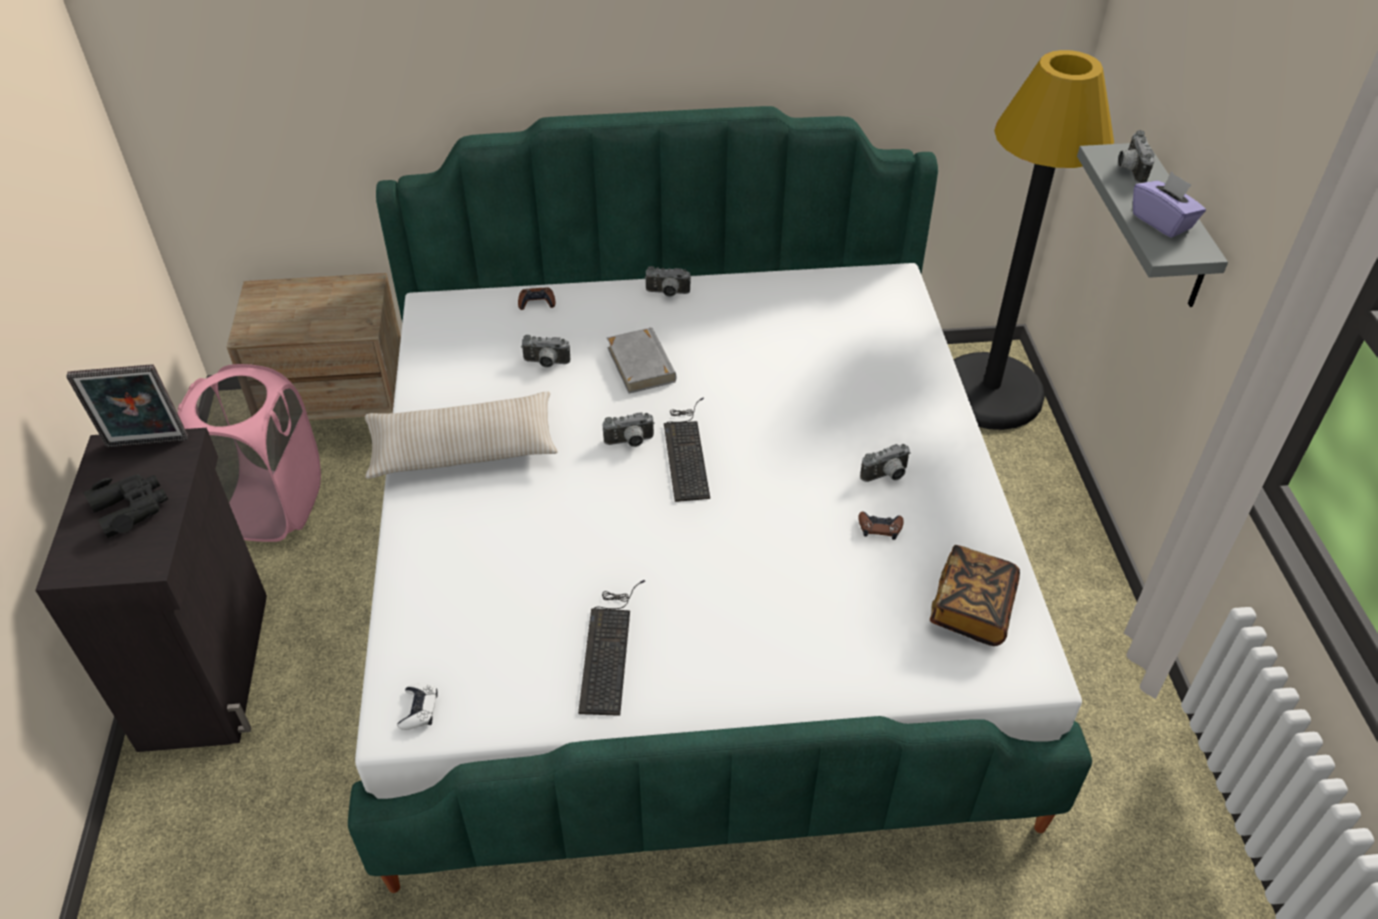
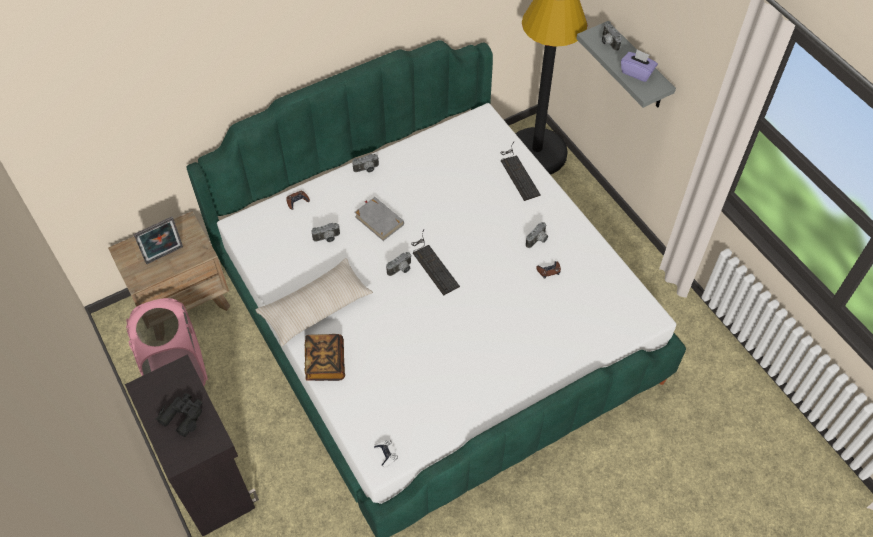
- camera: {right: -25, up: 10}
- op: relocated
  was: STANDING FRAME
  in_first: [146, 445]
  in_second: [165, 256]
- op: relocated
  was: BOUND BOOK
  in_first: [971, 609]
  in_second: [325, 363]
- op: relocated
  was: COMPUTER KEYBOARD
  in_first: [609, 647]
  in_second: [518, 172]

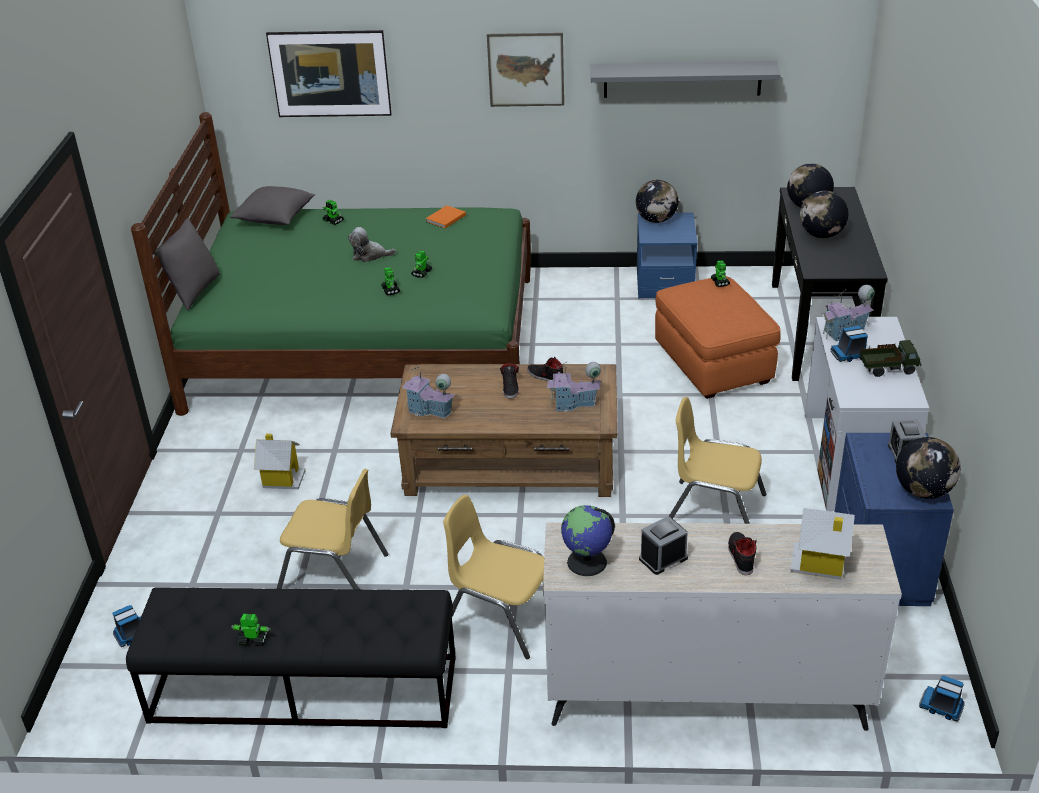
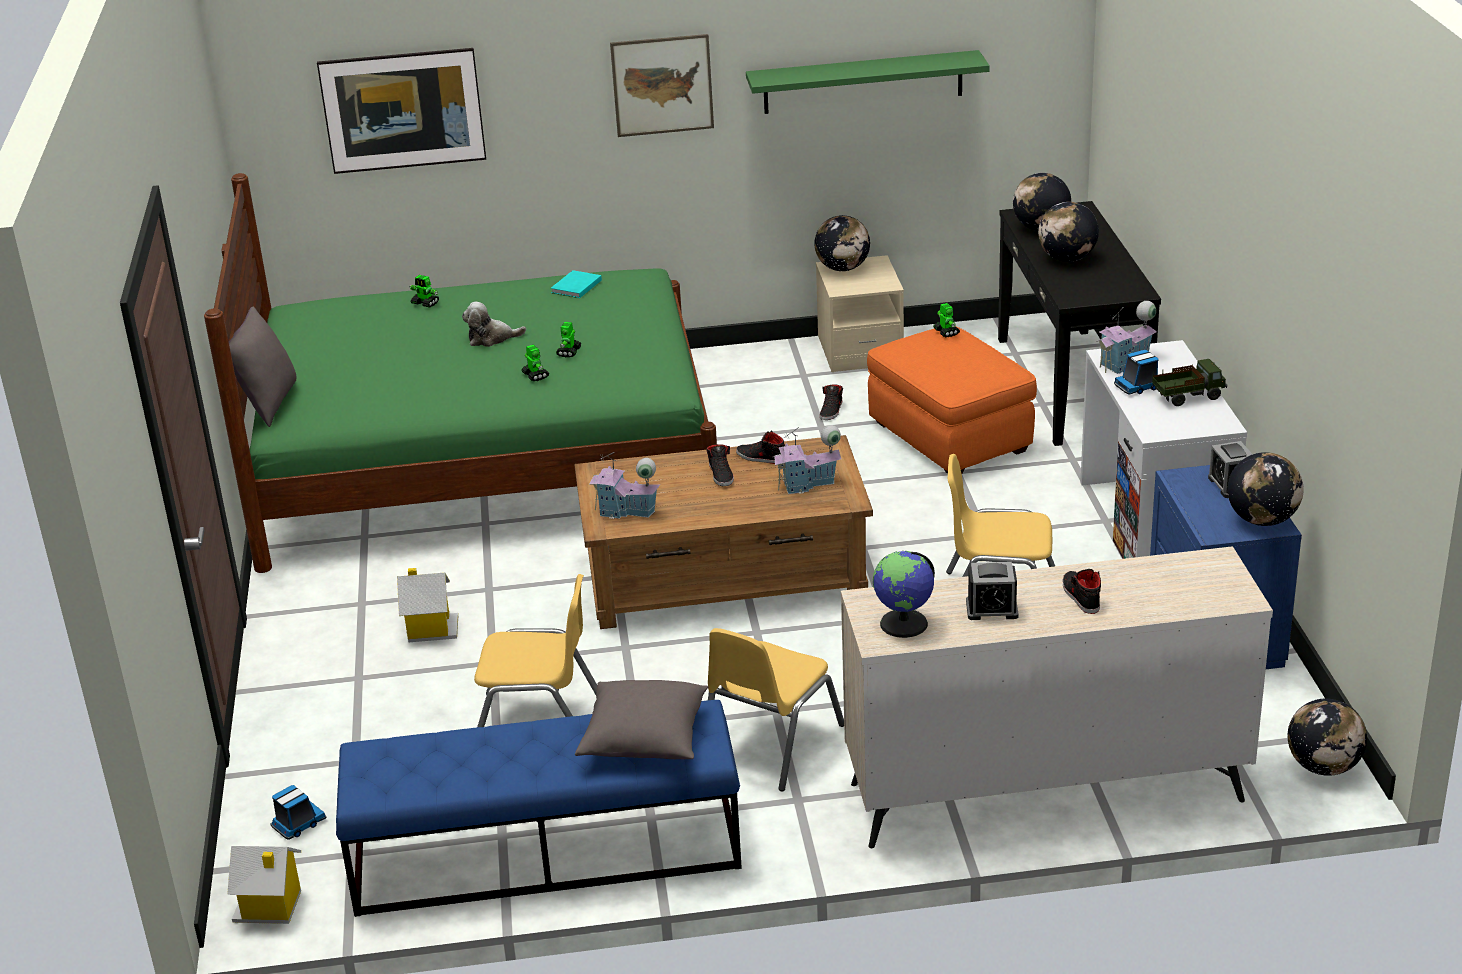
- camera: {right: -10, up: -5}
- op: colour
  was: GREY BRACKET SHELF
  now: GREENISH BRACKET SHELF
  in_first: [682, 79]
  in_second: [863, 82]
- op: relocated
  was: GREY PILLOW
  in_first: [275, 218]
  in_second: [645, 740]
- op: colour
  was: ORANGE-COLOURED BOUND BOOK
  now: TURQUOISE-COLOURED BOUND BOOK
  in_first: [445, 219]
  in_second: [575, 287]
- op: colour
  was: BLUISH NIGHT TABLE
  now: BEIGE NIGHT TABLE
  in_first: [664, 283]
  in_second: [860, 351]
- op: spun
  was: YELLOWISH CHAIR
  in_first: [501, 617]
  in_second: [770, 744]
  clockwise: -75
- op: relocated
  was: MODEL HOUSE
  in_first: [820, 562]
  in_second: [270, 907]
- op: spun
  was: ALARM CLOCK
  in_first: [663, 558]
  in_second: [992, 609]
  clockwise: -135
- op: colour
  was: BLACK-COLOURED BENCH
  now: BLUISH BENCH
  in_first: [303, 689]
  in_second: [545, 853]
- op: missing
  was: TOY ROBOT
  in_first: [253, 639]
- op: exchanged
  was: MODEL TRUCK
  now: GLOBE
  in_first: [942, 707]
  in_second: [1323, 767]
- op: appeared
  now: BLACK-COLOURED ITEM OF FOOTWEAR
  in_second: [831, 411]

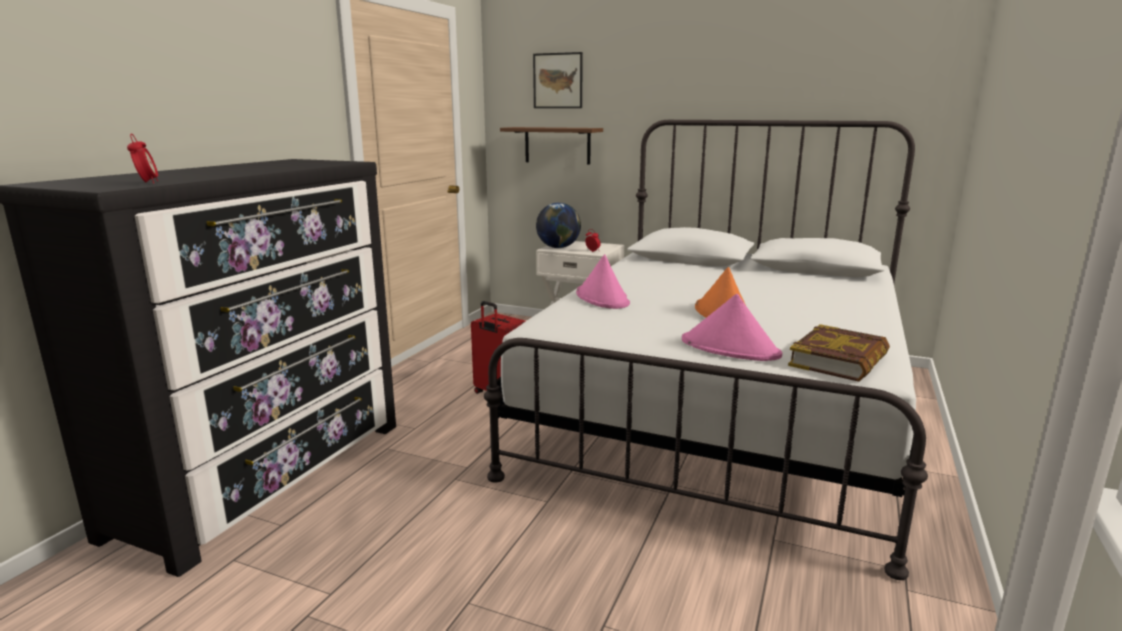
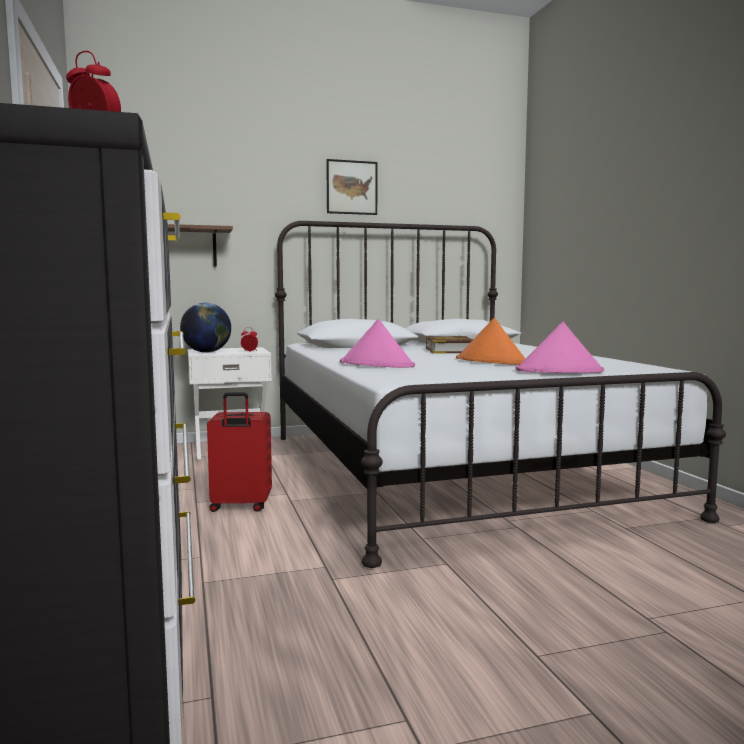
- camera: {right: -40, up: -10}
- op: relocated
  was: PICTURE
  in_first: [558, 80]
  in_second: [351, 187]
- op: relocated
  was: BOUND BOOK
  in_first: [839, 361]
  in_second: [451, 350]

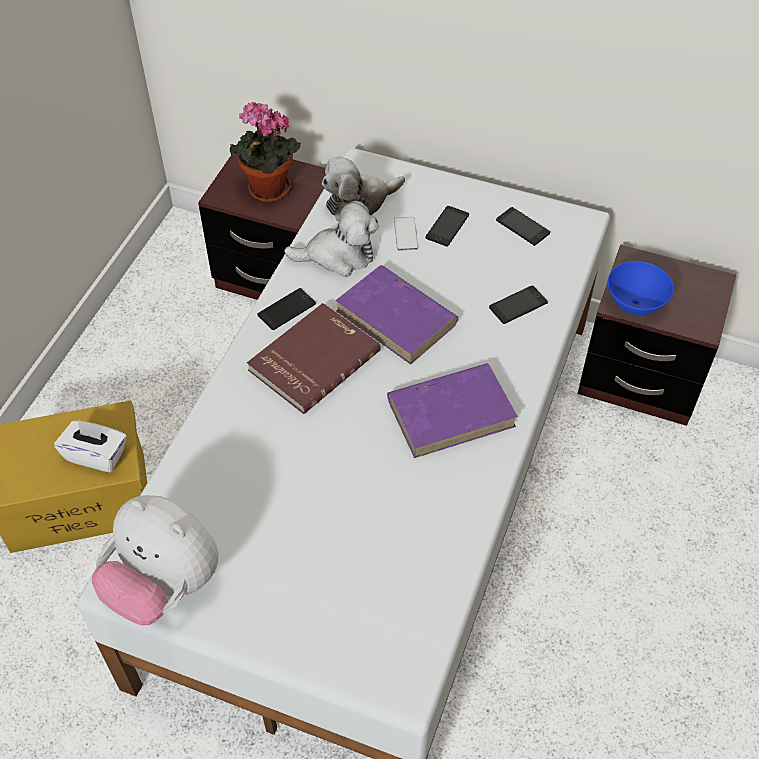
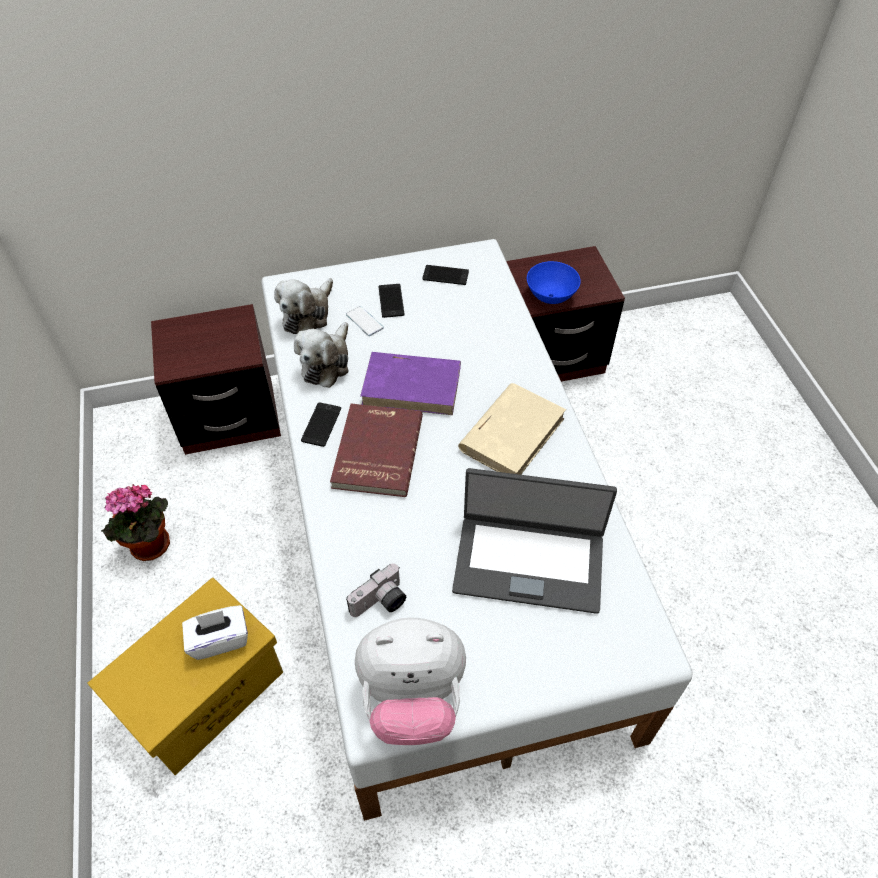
- camera: {right: -35, up: 0}
- op: relocated
  was: PLANT IN A POT
  in_first: [267, 192]
  in_second: [149, 548]
- op: spun
  was: PLUSH TOY
  in_first: [338, 256]
  in_second: [327, 363]
  clockwise: 150
- op: missing
  was: PHONE
  in_first: [518, 305]
- op: colour
  was: PURPLE BOUND BOOK
  now: BEIGE BOUND BOOK
  in_first: [452, 412]
  in_second: [512, 433]
- op: appeared
  now: PORTABLE COMPUTER
  in_second: [529, 561]
- op: appeared
  now: STILL CAMERA
  in_second: [381, 603]

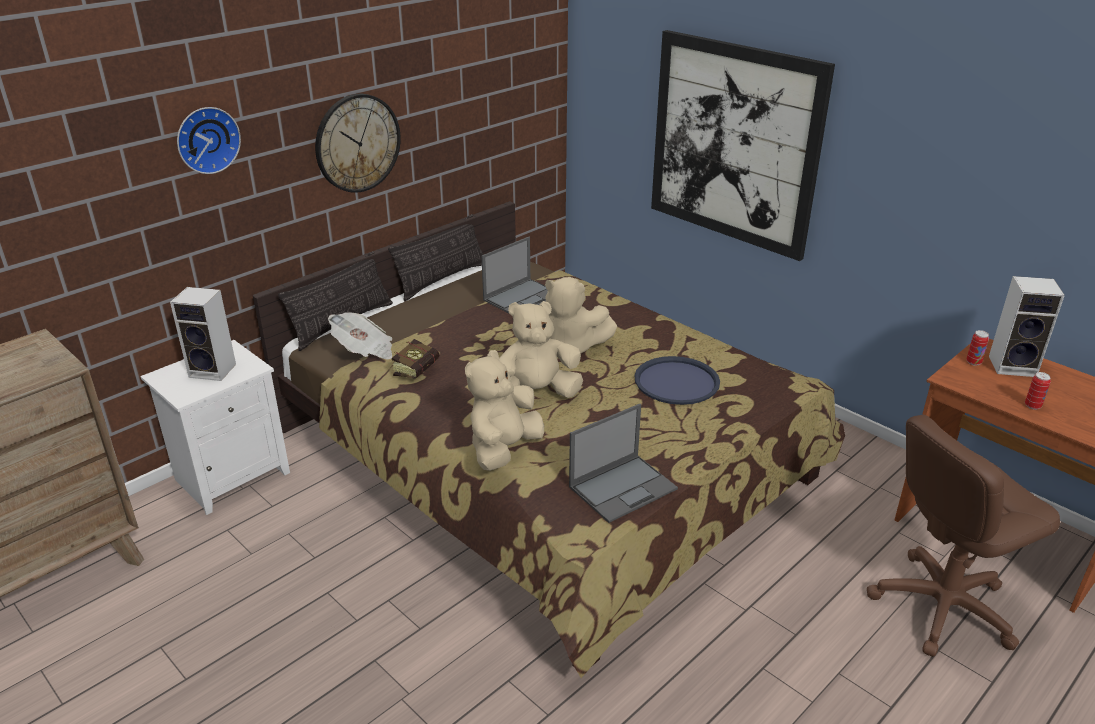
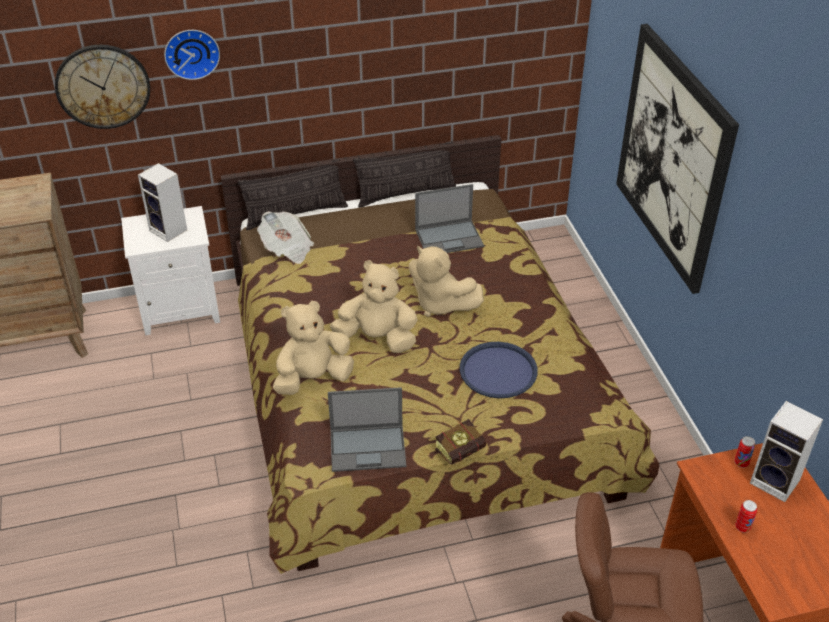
- camera: {right: 30, up: 10}
- op: relocated
  was: WALL CLOCK
  in_first: [357, 143]
  in_second: [103, 86]
- op: relocated
  was: BOUND BOOK
  in_first: [419, 370]
  in_second: [464, 450]

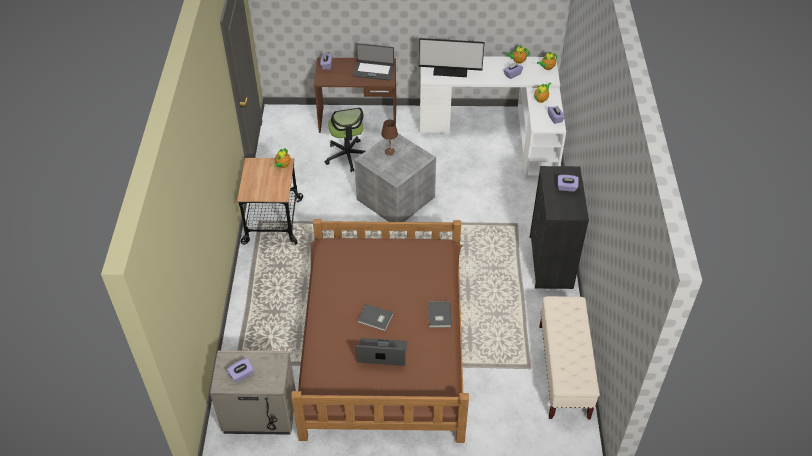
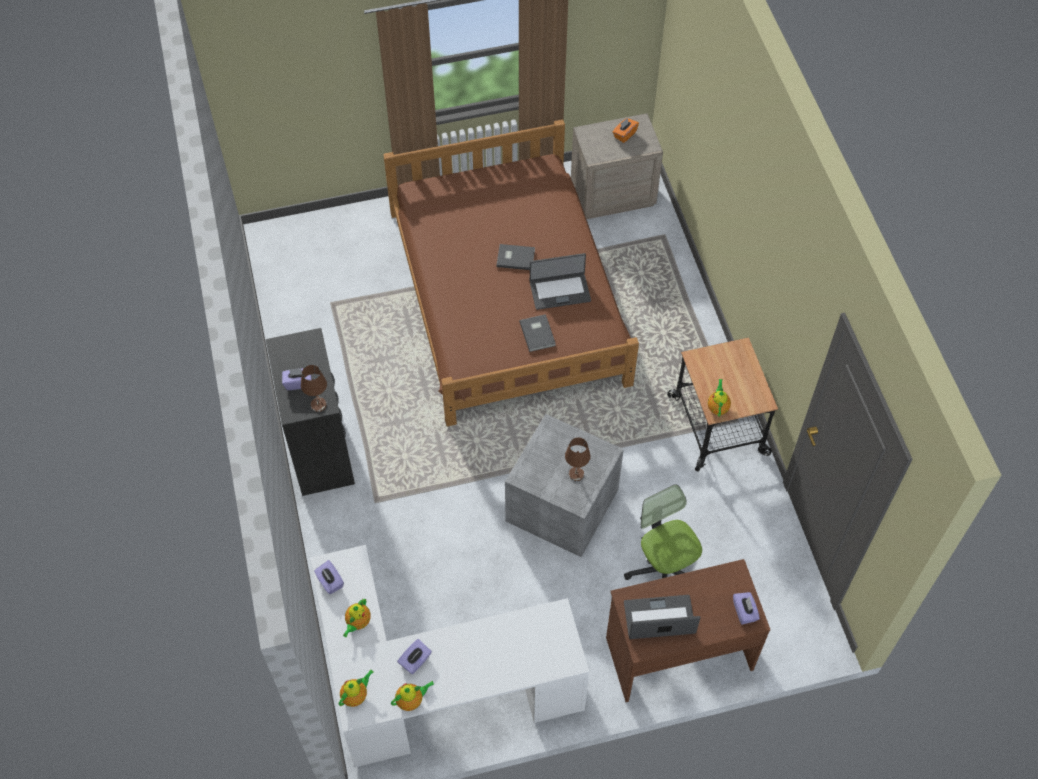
- camera: {right: 165, up: 10}
- op: missing
  was: MONITOR
  in_first: [450, 70]
- op: missing
  was: BEIGE BENCH
  in_first: [563, 371]
- op: relocated
  was: GREY BOUND BOOK
  in_first: [438, 315]
  in_second: [538, 333]
- op: relocated
  was: PORTABLE COMPUTER
  in_first: [382, 353]
  in_second: [560, 291]
- op: colour
  was: PURPLE TISSUE HOLDER
  now: ORANGE-COLOURED TISSUE HOLDER
  in_first: [241, 374]
  in_second: [624, 134]
- op: appeared
  now: BROWN-COLOURED TABLETOP LAMP
  in_second: [319, 405]

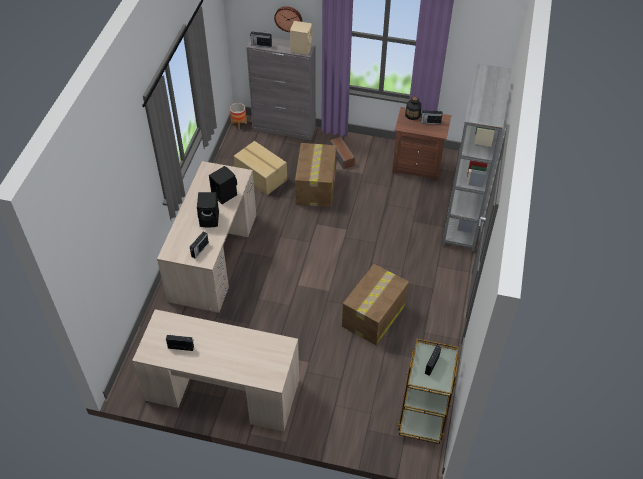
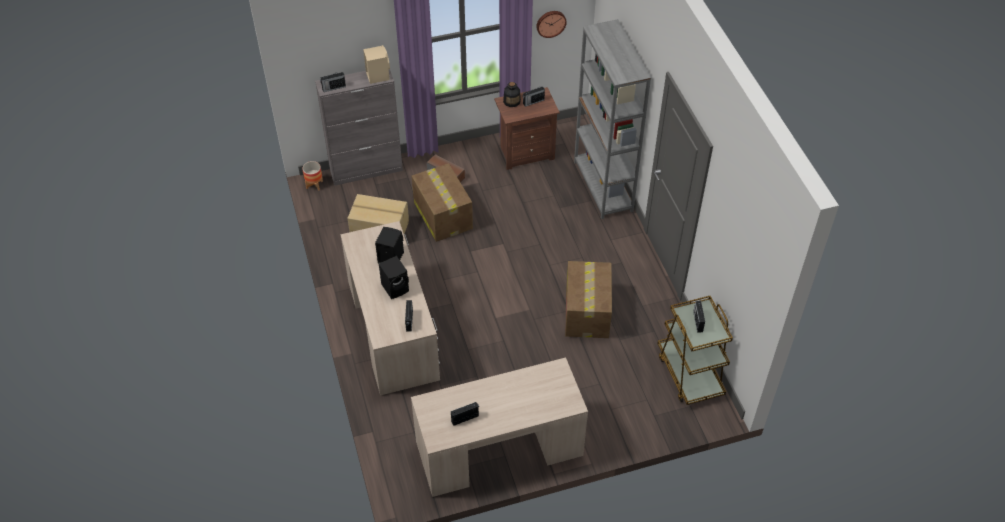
- camera: {right: -30, up: 0}
- op: relocated
  was: WALL CLOCK
  in_first: [288, 18]
  in_second: [550, 23]

